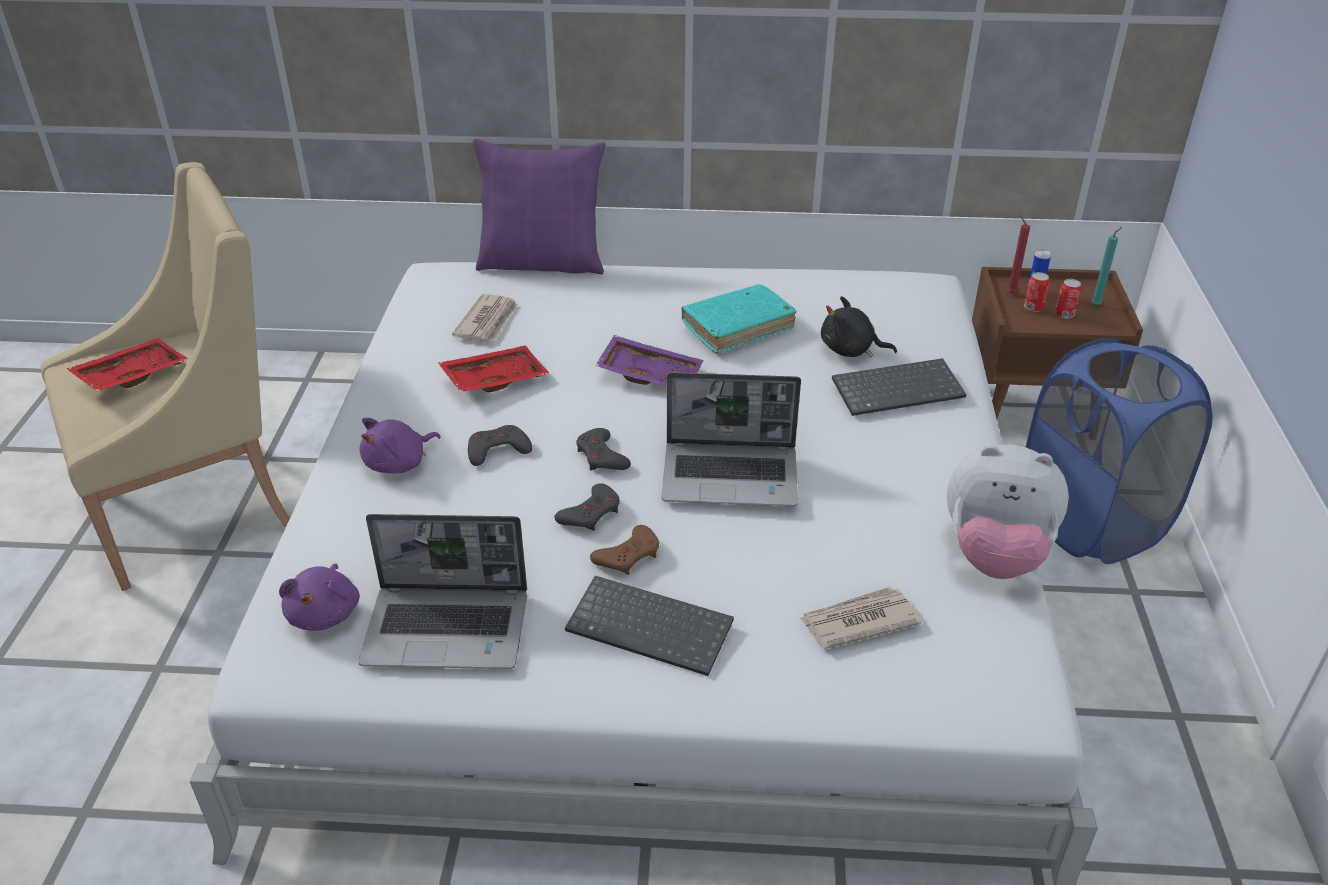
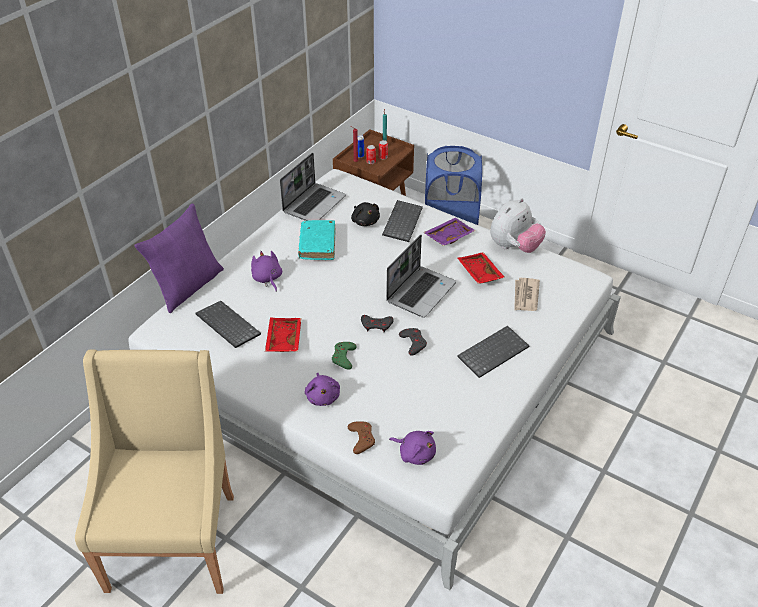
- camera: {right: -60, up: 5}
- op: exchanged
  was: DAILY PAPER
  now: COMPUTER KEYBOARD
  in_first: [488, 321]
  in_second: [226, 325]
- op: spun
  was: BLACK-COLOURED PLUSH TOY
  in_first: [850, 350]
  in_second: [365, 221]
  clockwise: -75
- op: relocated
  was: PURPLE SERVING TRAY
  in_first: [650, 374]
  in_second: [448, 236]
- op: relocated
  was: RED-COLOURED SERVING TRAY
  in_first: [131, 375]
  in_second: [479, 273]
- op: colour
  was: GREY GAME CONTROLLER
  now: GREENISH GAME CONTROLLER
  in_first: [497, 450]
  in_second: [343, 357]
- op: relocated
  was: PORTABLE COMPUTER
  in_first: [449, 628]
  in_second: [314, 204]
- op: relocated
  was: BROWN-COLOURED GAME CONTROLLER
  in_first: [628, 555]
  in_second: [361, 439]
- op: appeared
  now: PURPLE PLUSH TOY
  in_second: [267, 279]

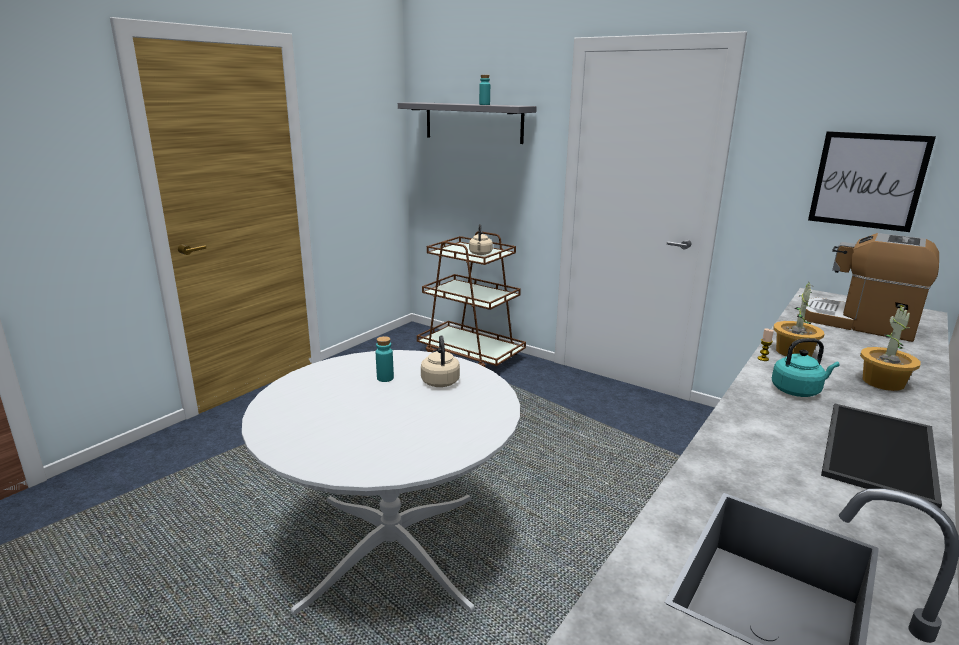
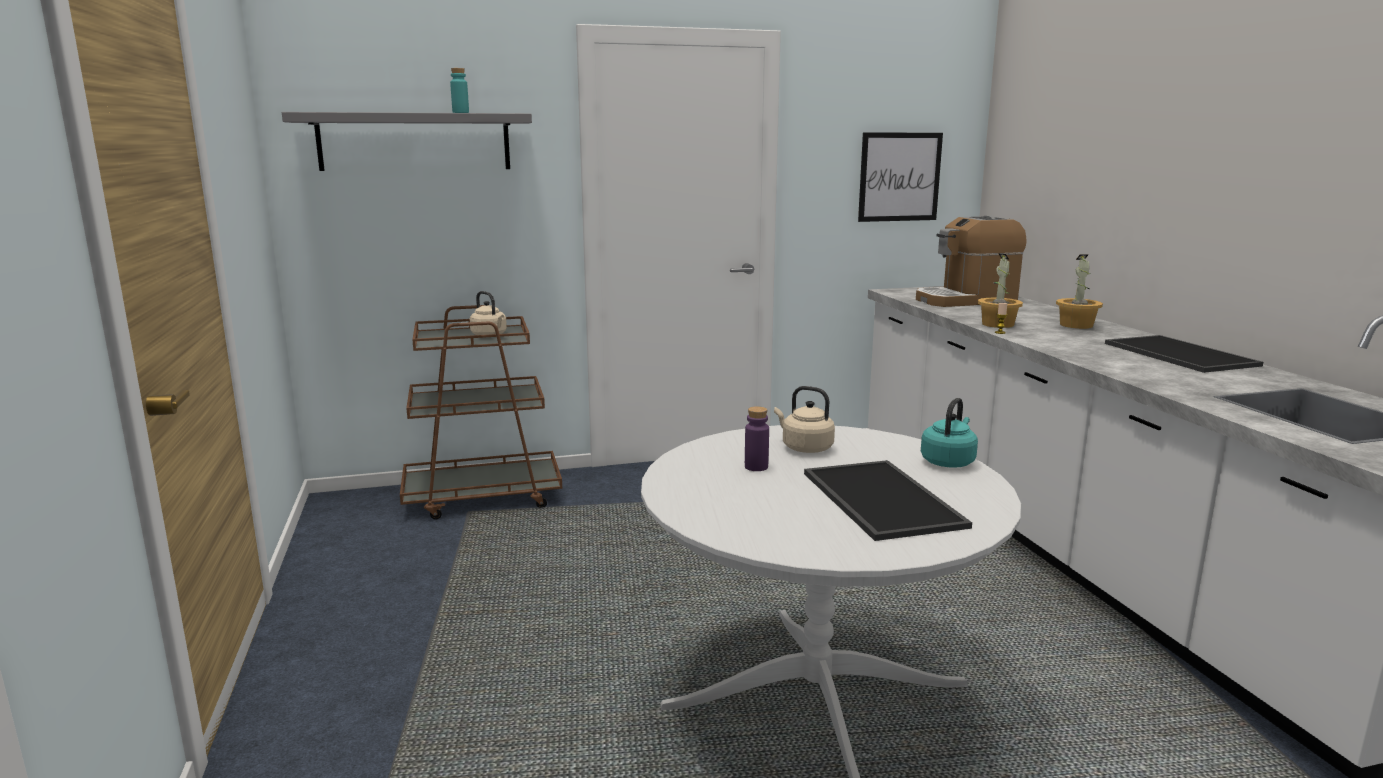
- camera: {right: -50, up: -5}
- op: colour
  was: TURQUOISE-COLOURED BEVERAGE BOTTLE
  now: PURPLE BEVERAGE BOTTLE
  in_first: [385, 378]
  in_second: [756, 467]
- op: relocated
  was: TURQUOISE-COLOURED TEA KETTLE
  in_first: [798, 390]
  in_second: [948, 461]
- op: appeared
  now: SERVING TRAY
  in_second: [878, 498]

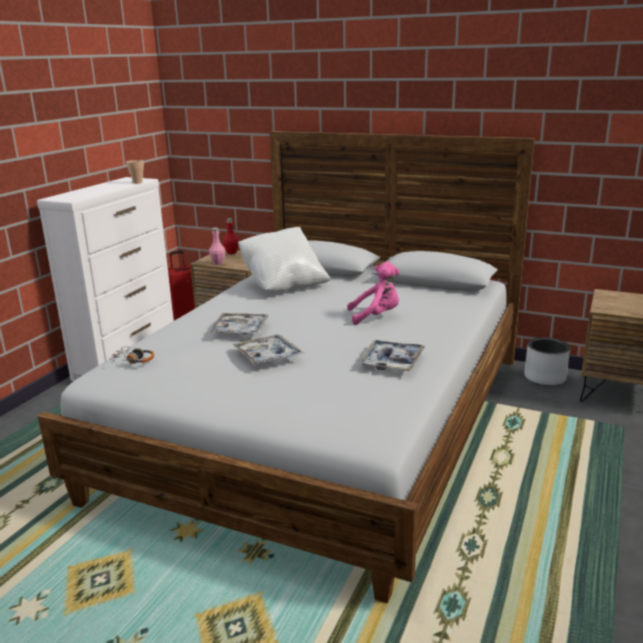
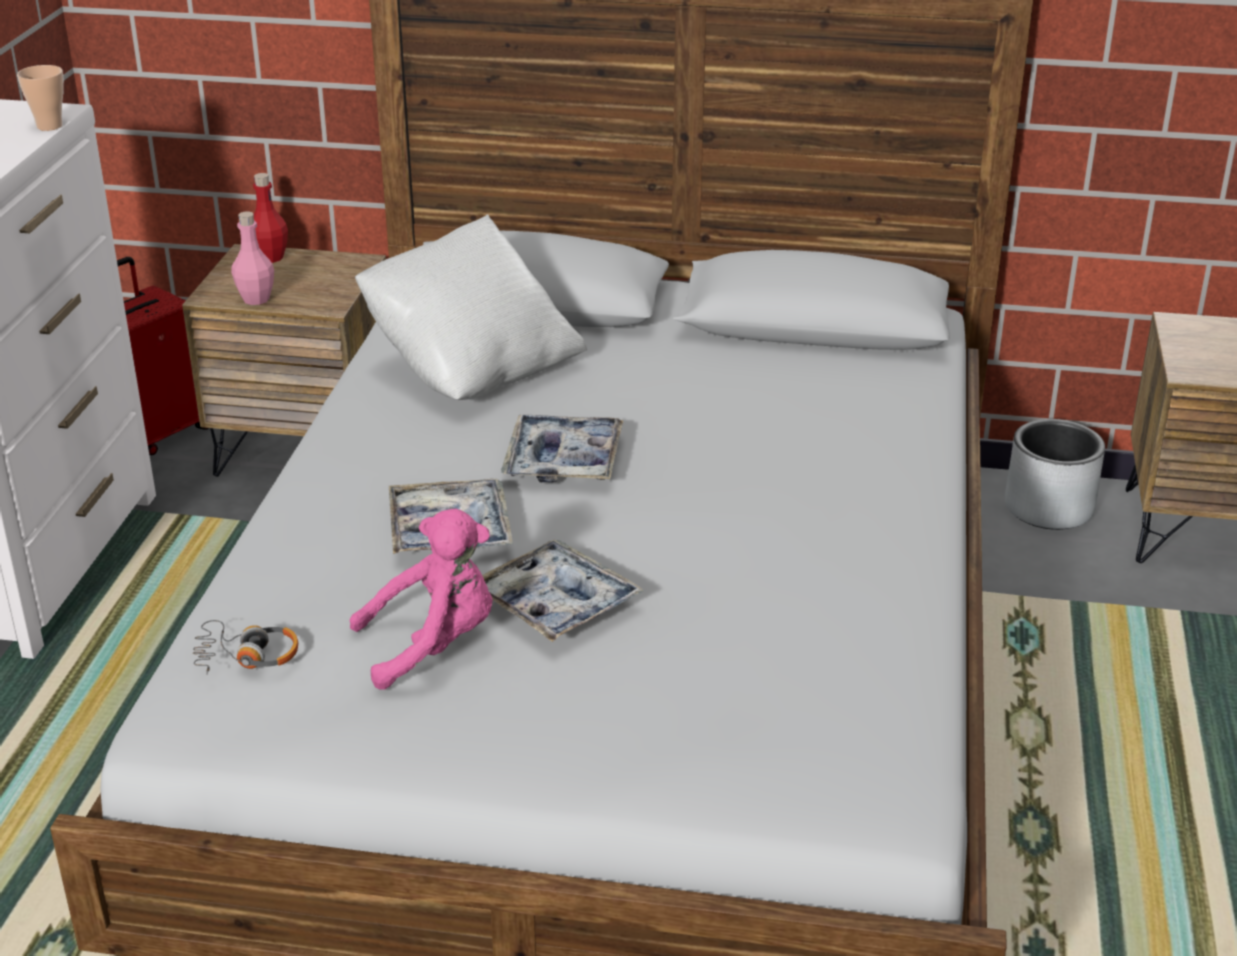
- camera: {right: -15, up: 10}
- op: relocated
  was: PINKISH PLUSH TOY
  in_first: [376, 316]
  in_second: [433, 645]
- op: relocated
  was: SERVING TRAY
  in_first: [391, 362]
  in_second: [563, 460]

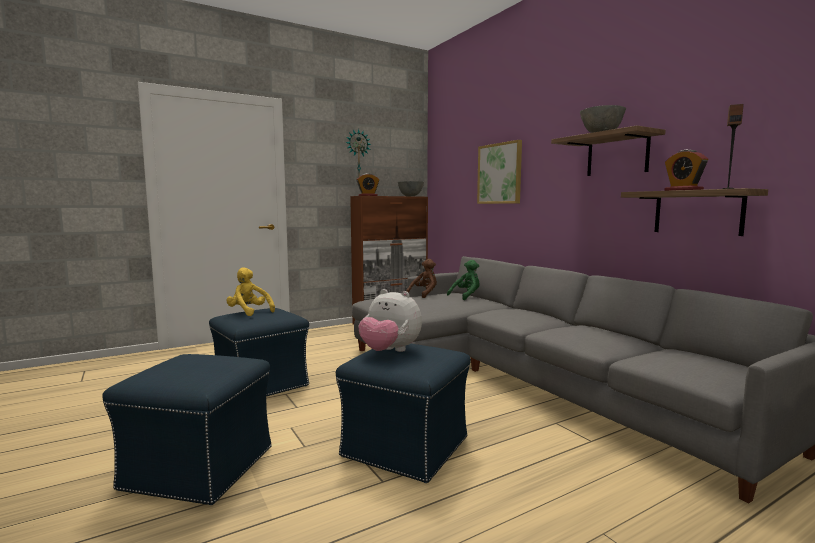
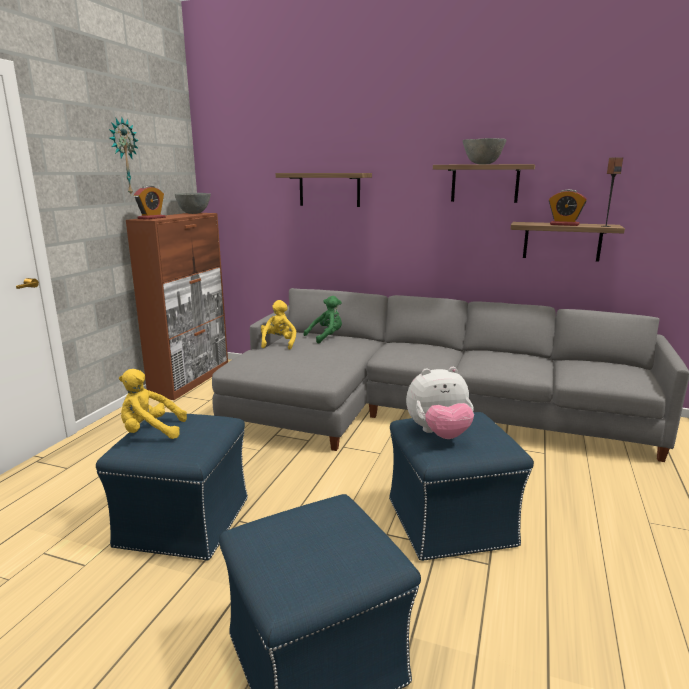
- camera: {right: -40, up: 10}
- op: exchanged
  was: PICTURE
  now: BRACKET SHELF
  in_first: [499, 173]
  in_second: [329, 189]
- op: colour
  was: BROWN-COLOURED PLUSH TOY
  now: YELLOWISH PLUSH TOY
  in_first: [424, 294]
  in_second: [278, 343]
- op: spun
  was: GREENISH PLUSH TOY
  in_first: [466, 296]
  in_second: [326, 337]
  clockwise: 45

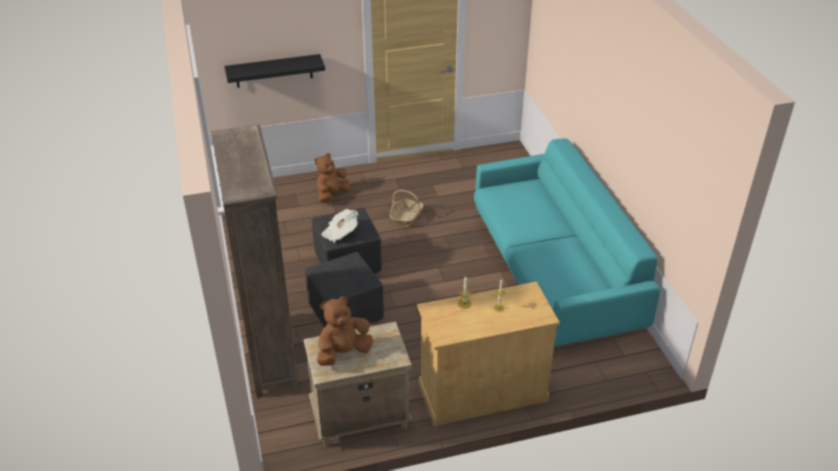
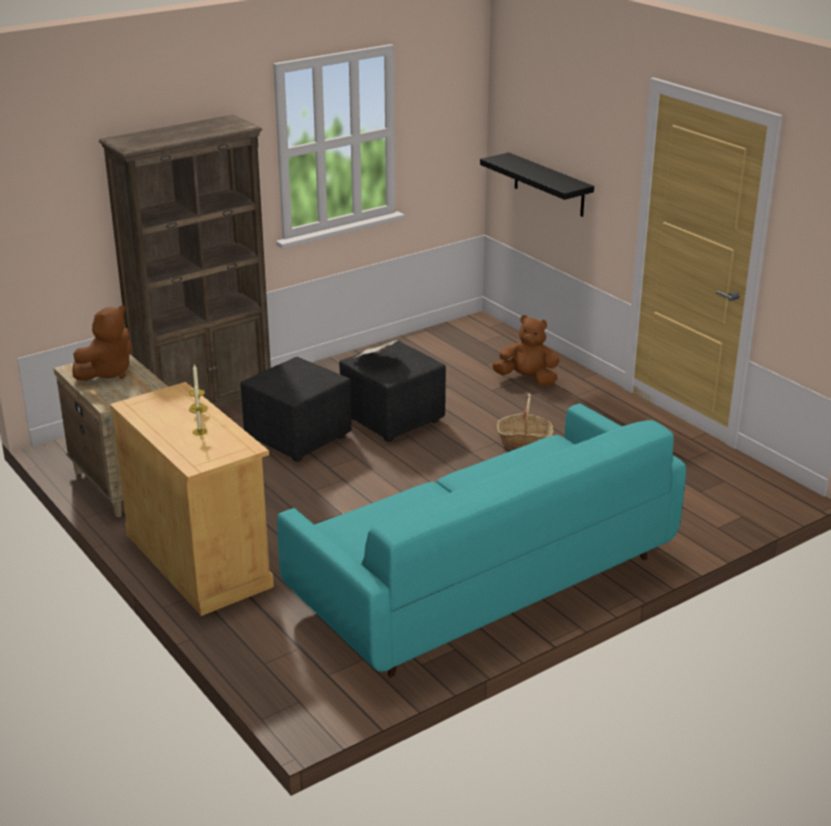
- camera: {right: 70, up: -10}
- op: spun
  was: BROWN-COLOURED PLUSH TOY
  in_first: [343, 353]
  in_second: [107, 372]
  clockwise: 90

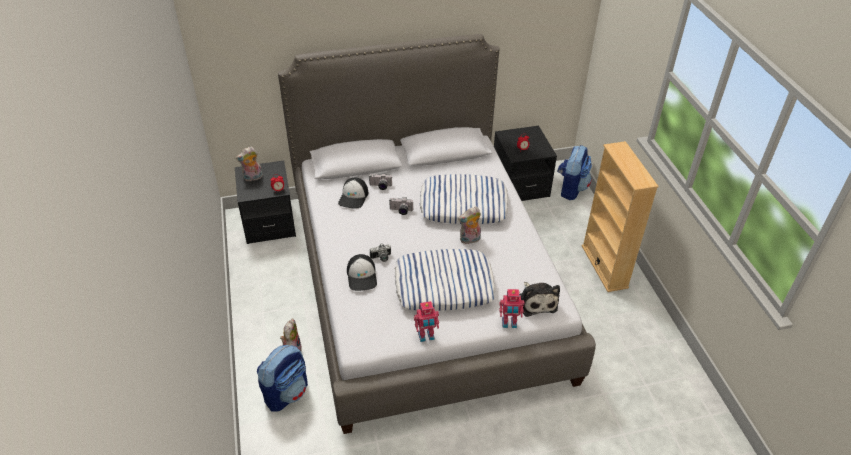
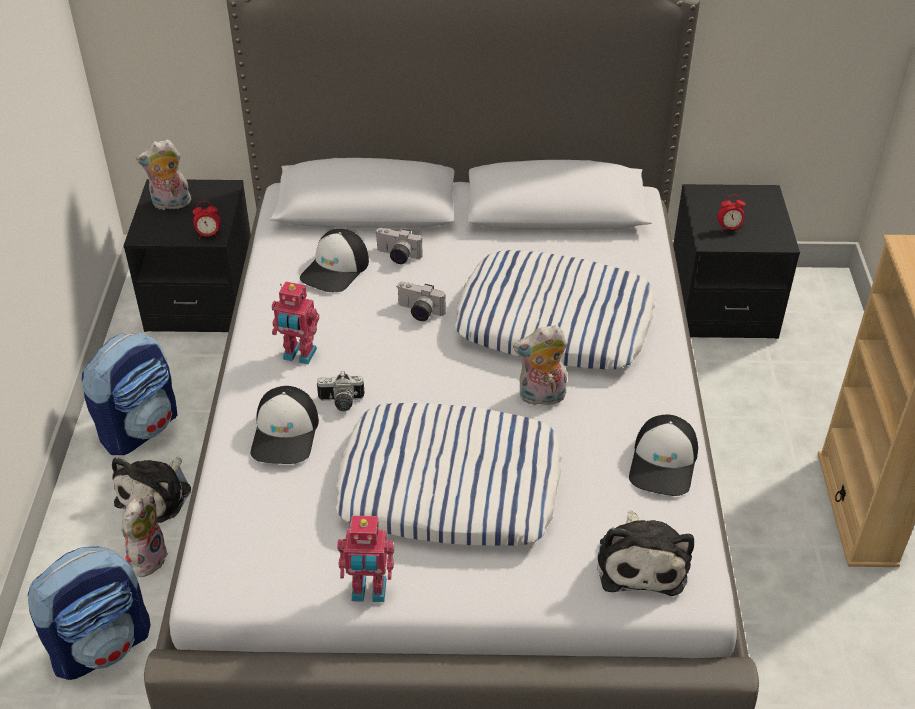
- camera: {right: 15, up: 0}
- op: relocated
  was: KNAPSACK
  in_first: [571, 189]
  in_second: [140, 428]
- op: relocated
  was: TOY ROBOT
  in_first: [509, 324]
  in_second: [299, 355]
- op: appeared
  now: BASEBALL CAP
  in_second: [664, 463]
- op: appeared
  now: PLUSH TOY
  in_second: [157, 494]

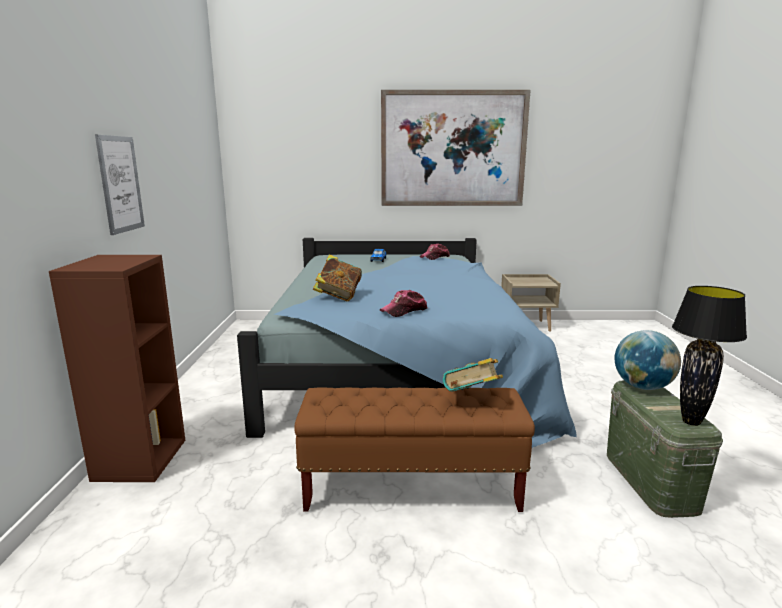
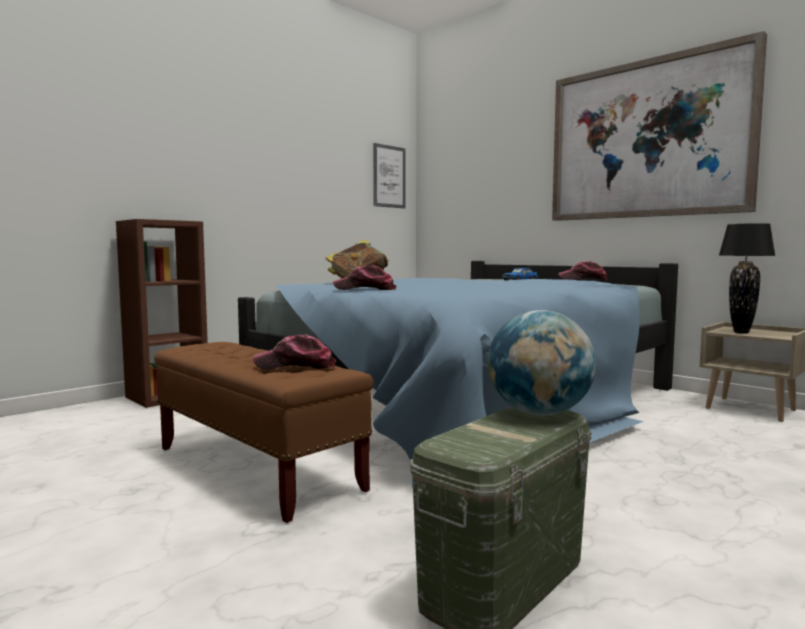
- camera: {right: 45, up: -10}
- op: relocated
  was: PICTURE
  in_first: [120, 184]
  in_second: [389, 176]
- op: relocated
  was: BLACK-COLOURED TABLETOP LAMP
  in_first: [691, 421]
  in_second: [741, 332]
- op: exchanged
  was: BOUND BOOK
  now: BASEBALL CAP
  in_first: [472, 399]
  in_second: [295, 366]

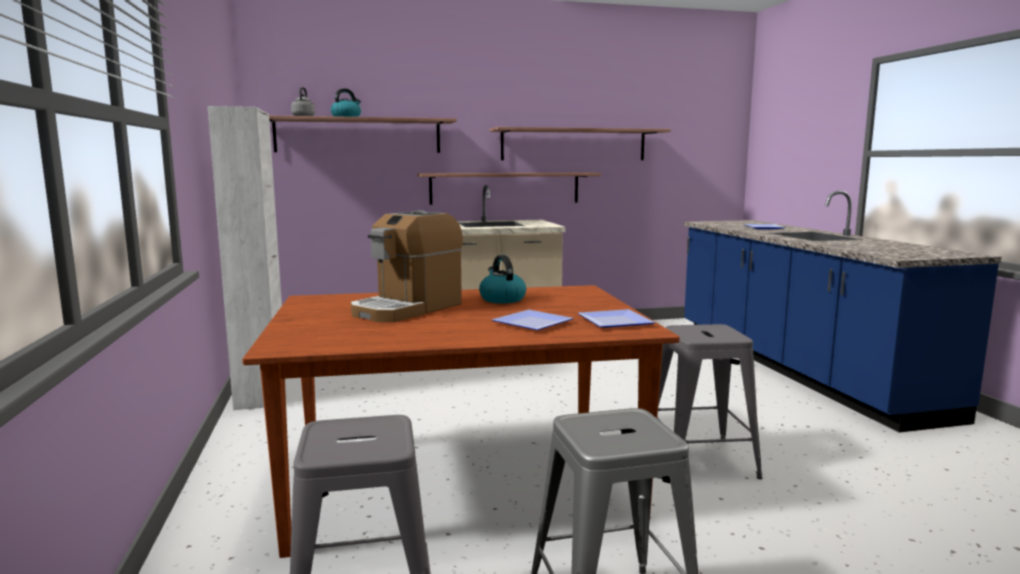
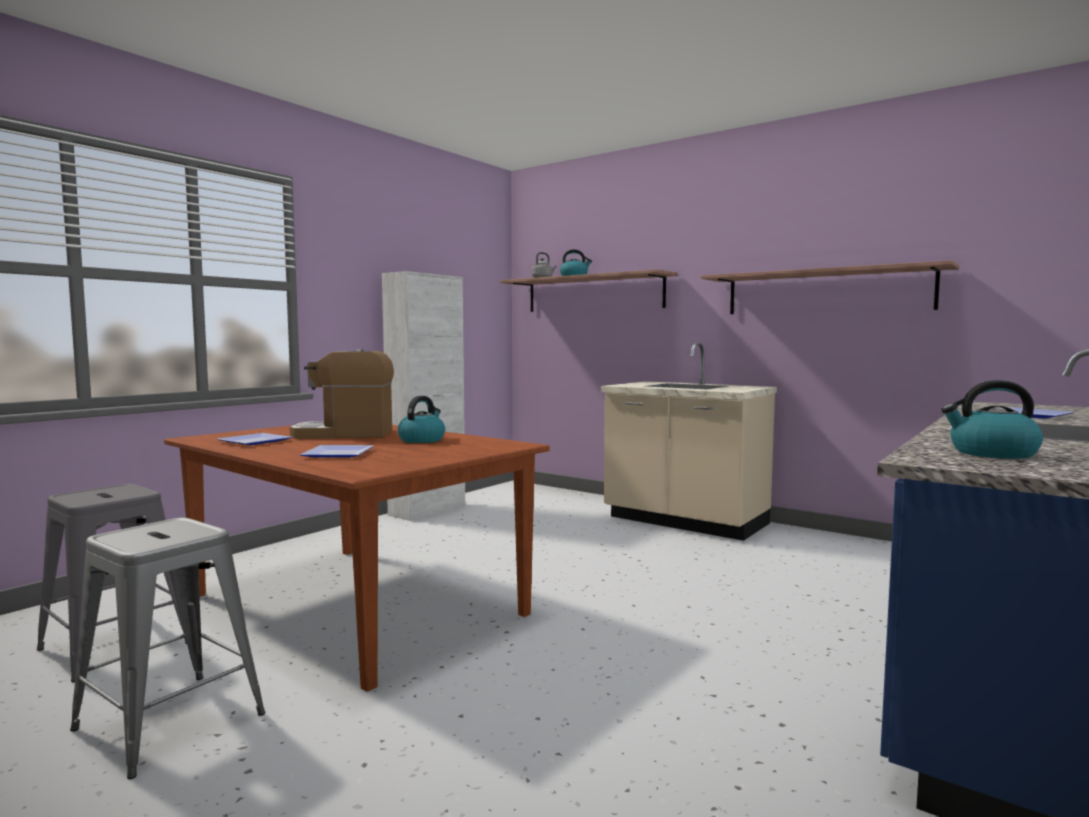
- camera: {right: 50, up: -5}
- op: missing
  was: BRACKET SHELF
  in_first: [505, 188]
- op: relocated
  was: DINNER PLATE
  in_first: [618, 322]
  in_second: [254, 442]
- op: missing
  was: GREY STOOL
  in_first: [699, 460]
- op: appeared
  now: TEA KETTLE
  in_second: [992, 453]

